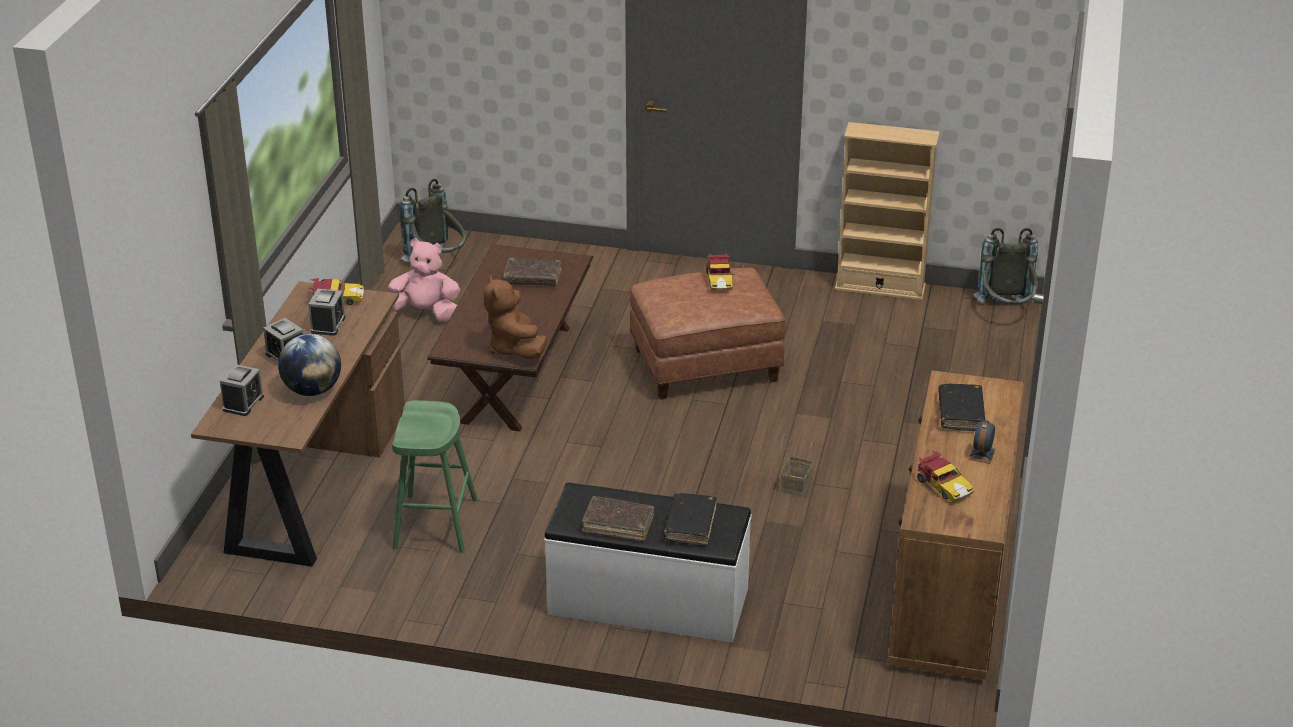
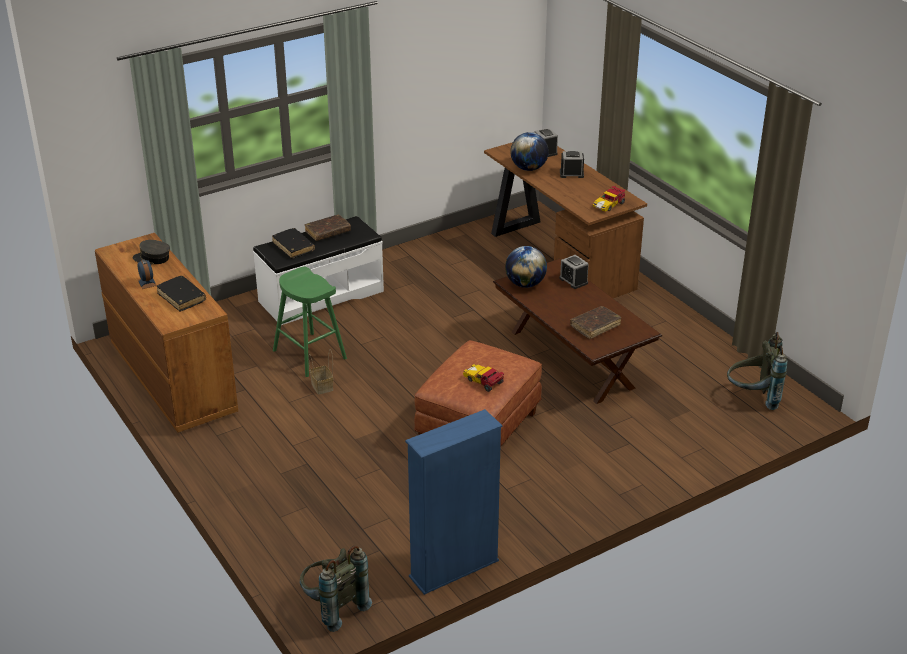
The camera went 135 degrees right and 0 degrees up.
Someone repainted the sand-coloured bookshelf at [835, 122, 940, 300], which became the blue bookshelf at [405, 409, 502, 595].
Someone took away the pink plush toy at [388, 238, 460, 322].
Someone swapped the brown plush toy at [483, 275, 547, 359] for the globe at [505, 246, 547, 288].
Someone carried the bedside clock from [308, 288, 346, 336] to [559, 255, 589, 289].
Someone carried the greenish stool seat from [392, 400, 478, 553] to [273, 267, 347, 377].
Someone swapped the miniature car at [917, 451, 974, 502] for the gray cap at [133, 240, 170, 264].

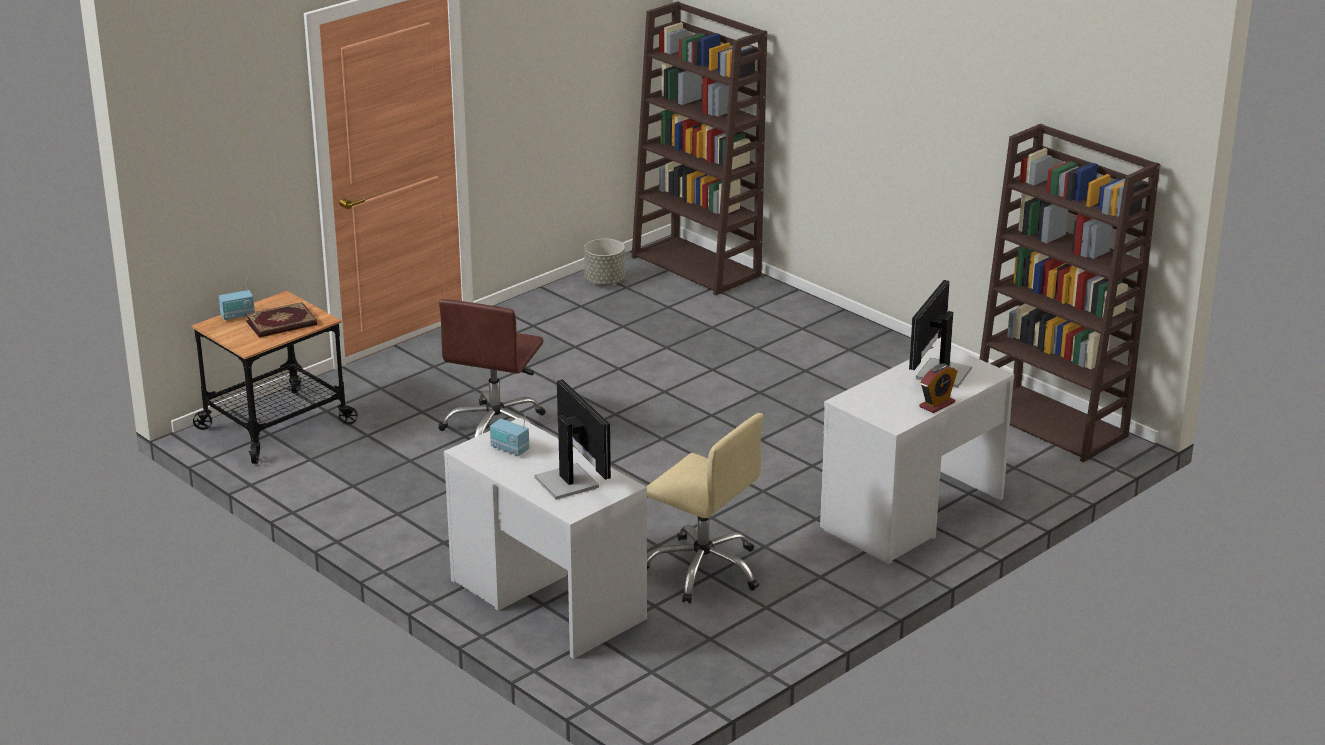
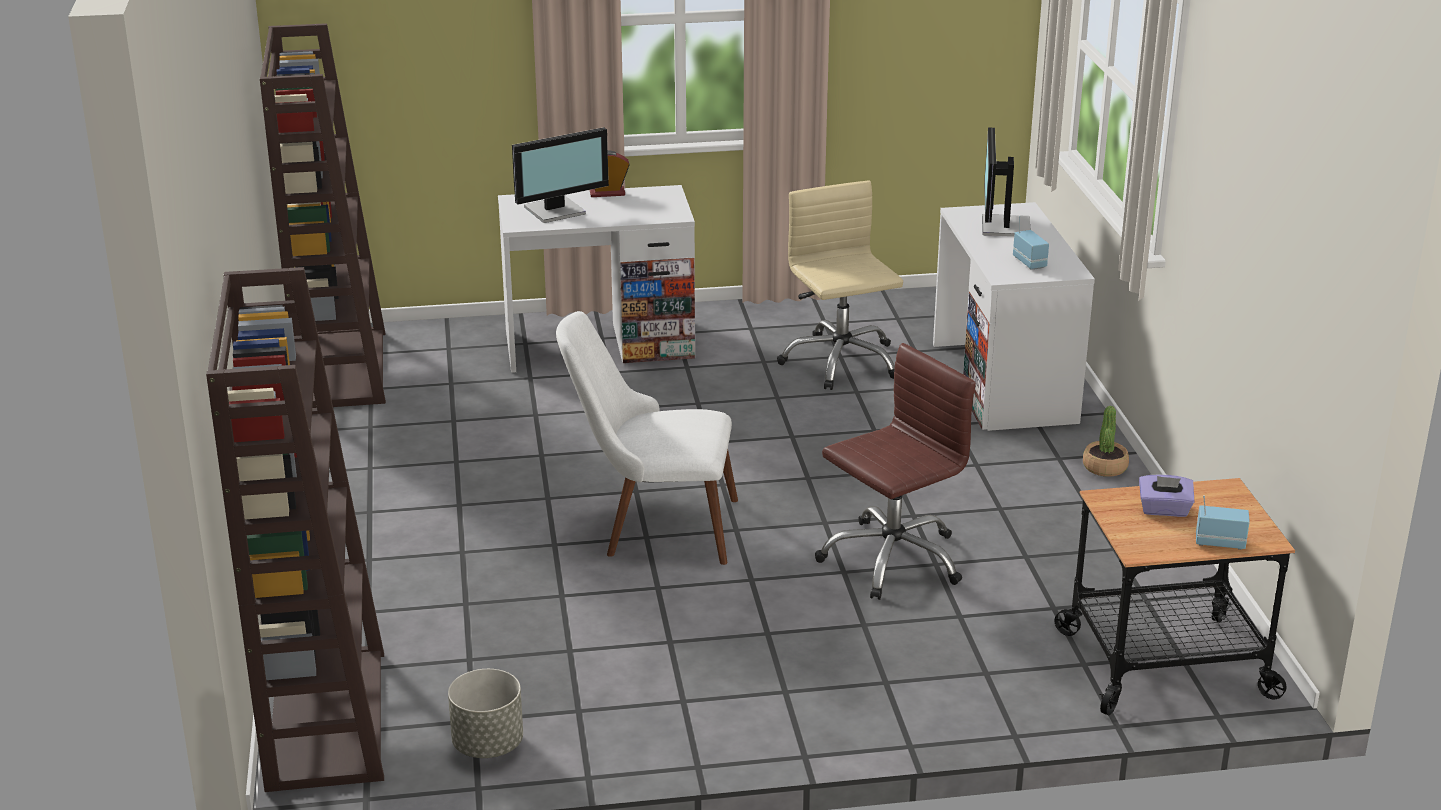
The camera went 145 degrees left and 0 degrees up.
Someone swapped the volume at [245, 302, 317, 338] for the purple tissue box at [1139, 475, 1195, 517].
Someone put down the white upright chair at [556, 311, 738, 565].
Someone put down the potted plant at [1083, 406, 1129, 477].

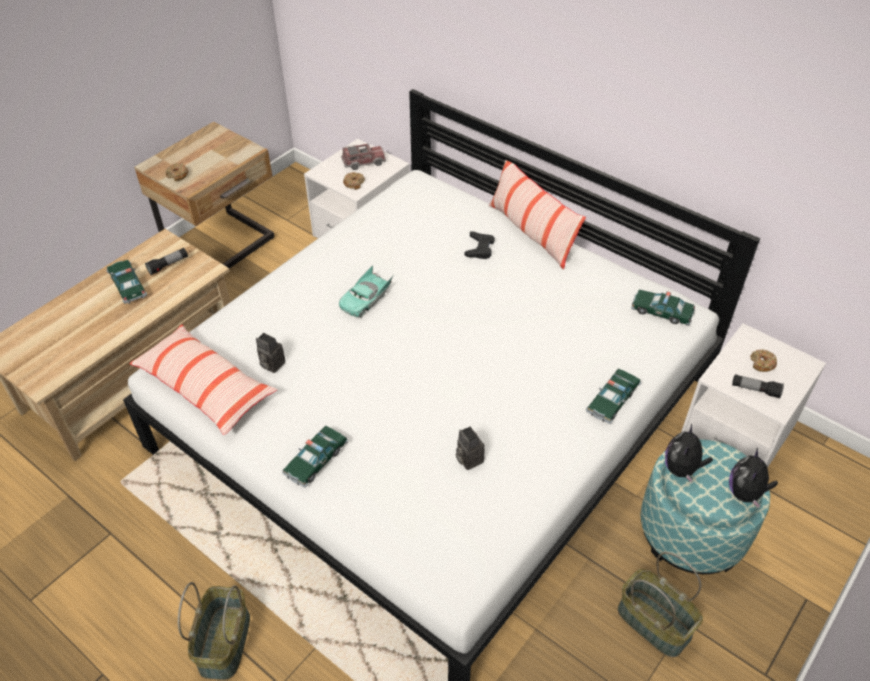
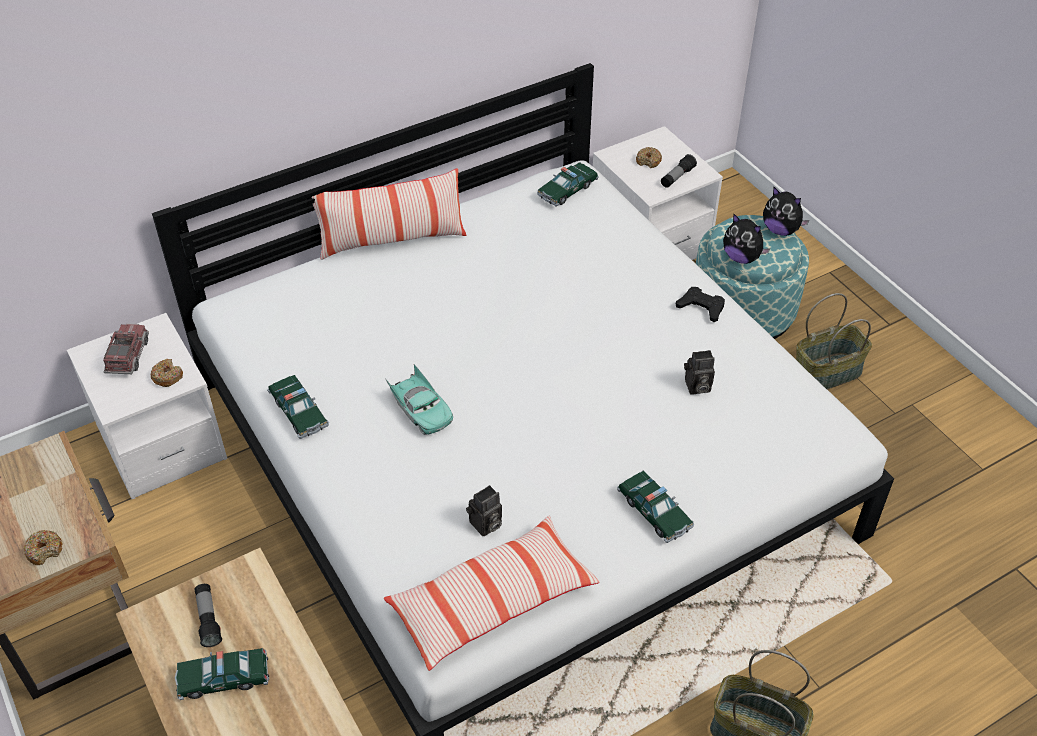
The camera went 70 degrees left and 0 degrees up.
Someone carried the blackish gamepad from [465, 231, 495, 259] to [676, 287, 725, 322].
Someone carried the miniature car from [586, 369, 641, 424] to [267, 375, 329, 439].

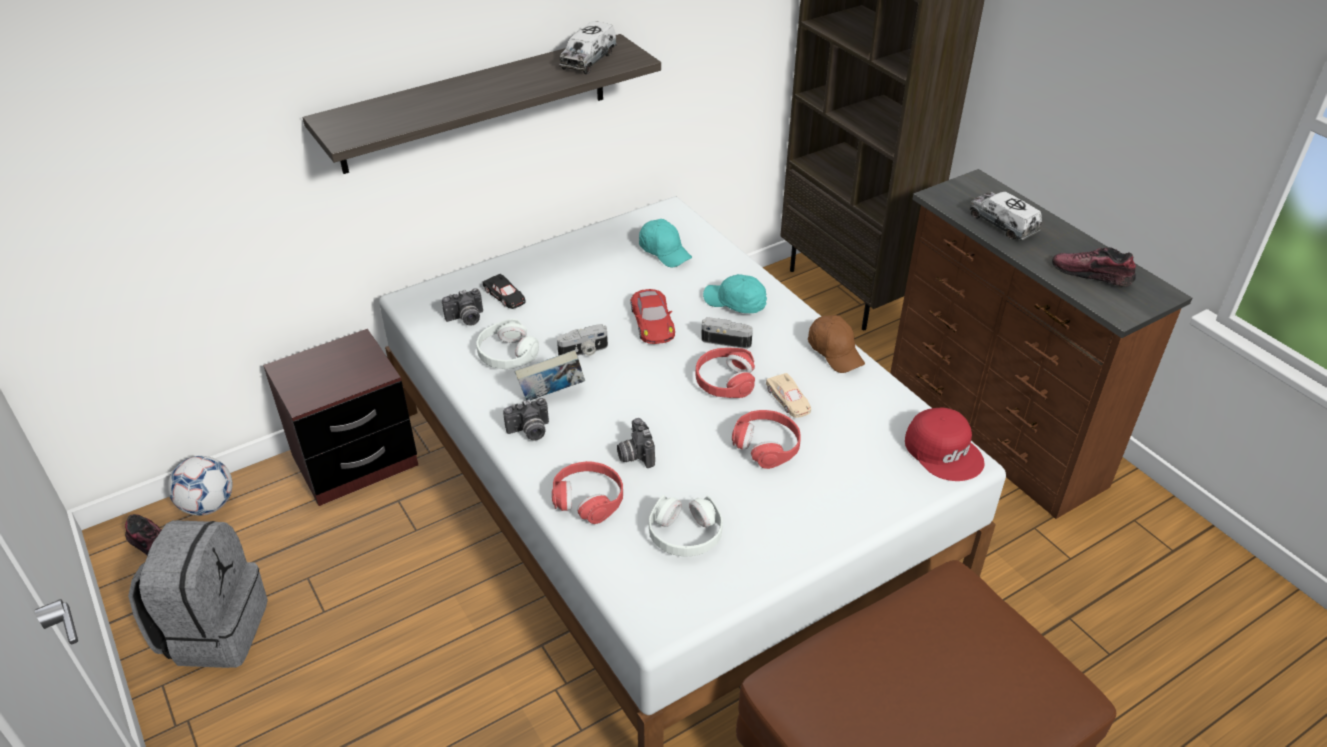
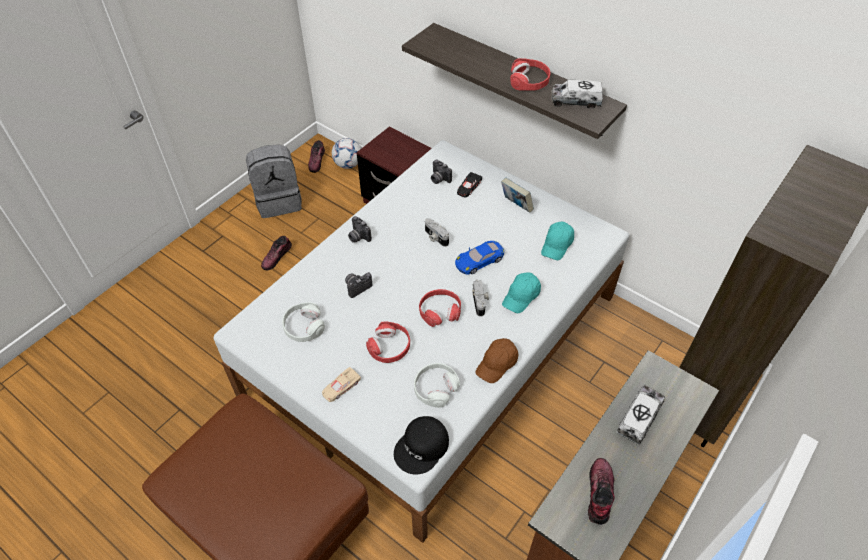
The camera went 70 degrees right and 10 degrees up.
Someone rotated the turquoise cap at [703, 274, 767, 313] by 150 degrees counterclockwise.
Someone repainted the red miniature car at [630, 289, 675, 344], which became the blue miniature car at [455, 241, 504, 274].
Someone carried the white headset from [476, 319, 539, 369] to [414, 363, 460, 408].
Someone carried the volume from [515, 350, 585, 400] to [501, 178, 534, 213].
Someone carried the sand-coloured miniature car from [766, 373, 811, 418] to [322, 367, 361, 402].
Someone repainted the red cap at [905, 408, 985, 481], which became the blackish cap at [394, 416, 449, 474].
Someone carried the red headset from [552, 461, 623, 524] to [510, 58, 551, 91].
Someone put down the item of footwear at [261, 236, 292, 271].

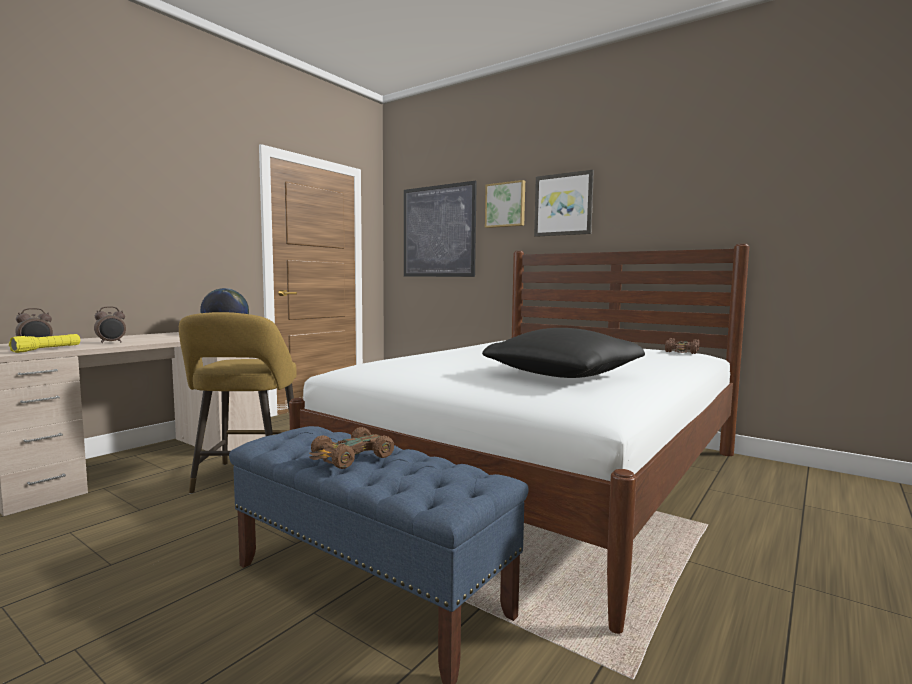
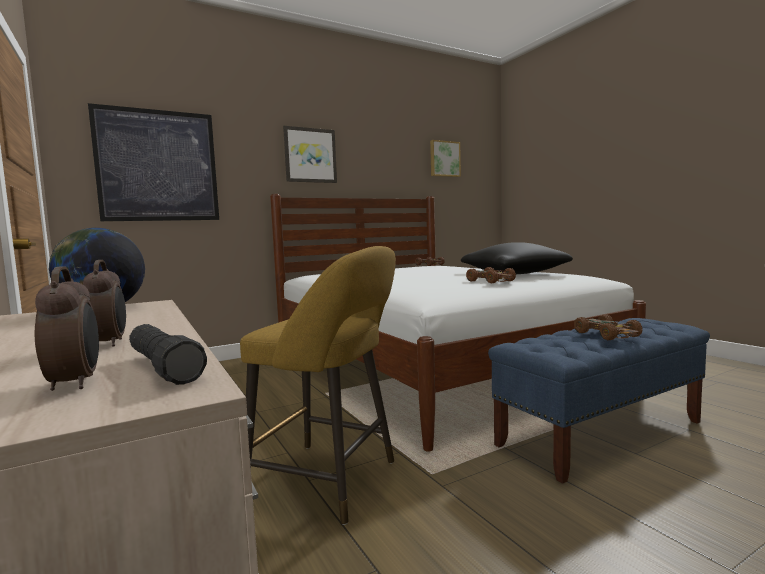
The camera went 65 degrees left and 0 degrees up.
Someone carried the picture from [485, 180, 525, 228] to [430, 140, 461, 177].
Someone repainted the yellow torch at [9, 334, 80, 353], which became the blackish torch at [129, 324, 207, 385].
Someone put down the brown miniature car at [466, 267, 516, 283].

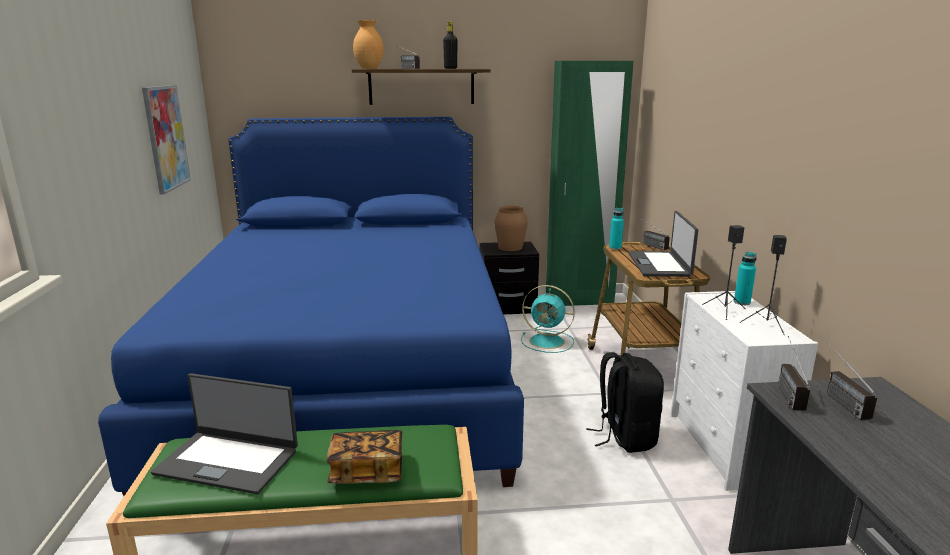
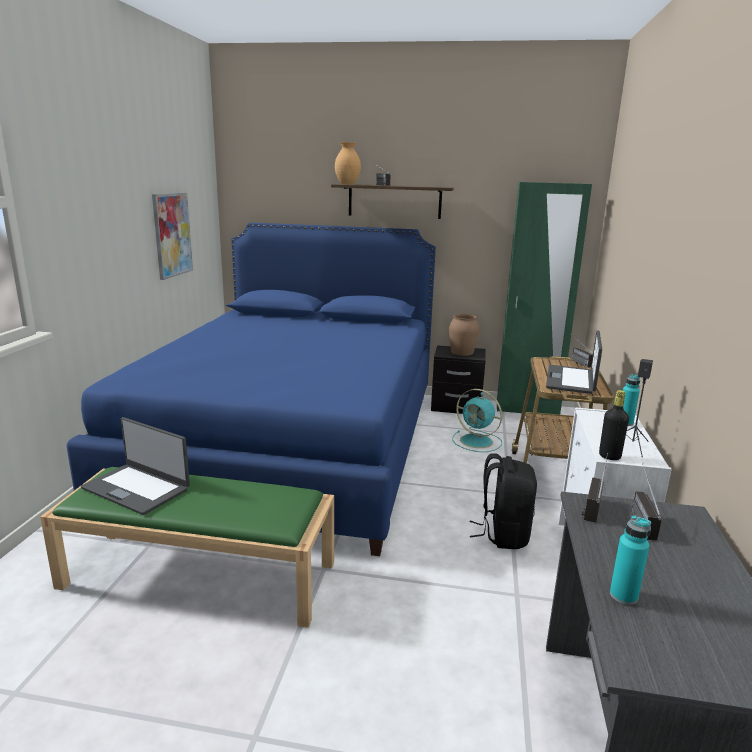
The camera went 15 degrees right and 0 degrees up.
Someone carried the blackish drink bottle from [443, 22, 457, 69] to [599, 390, 629, 460].
Someone carried the turquoise drink bottle from [609, 208, 624, 250] to [610, 515, 651, 605].
Someone took away the blackish loudspeaker at [702, 225, 746, 320].
Someone took away the volume at [326, 430, 402, 484].

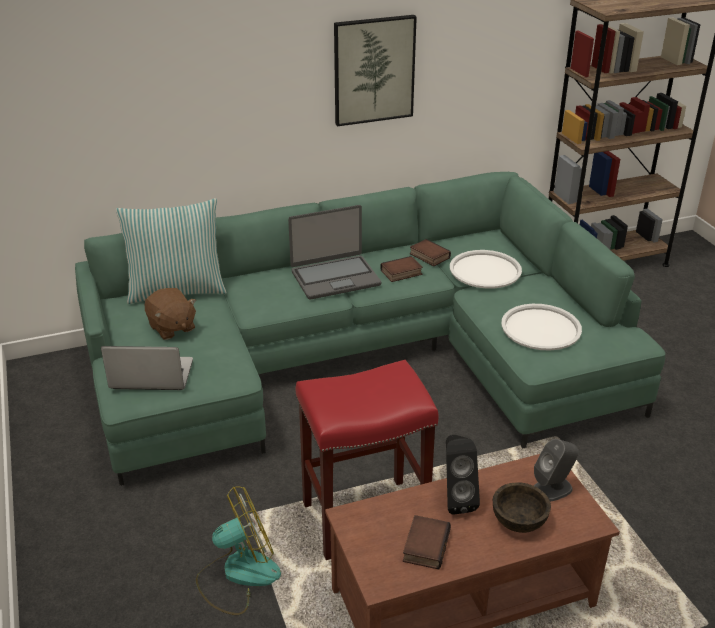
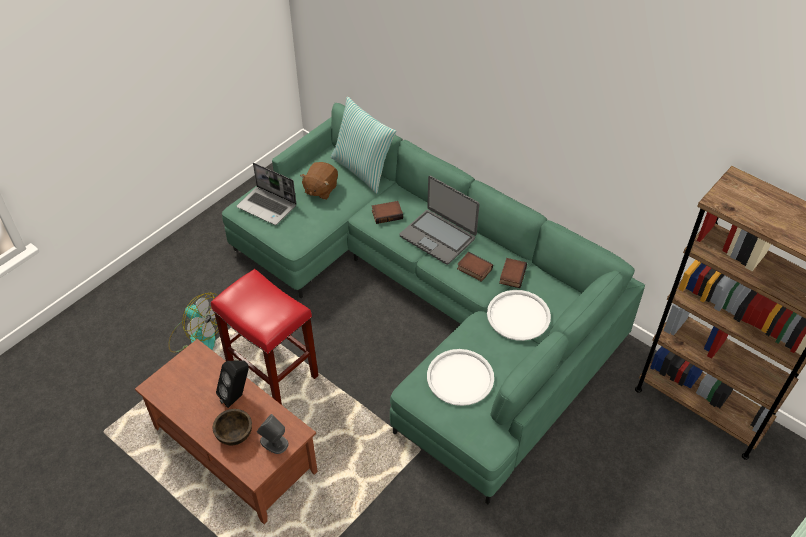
The camera went 60 degrees right and 15 degrees up.
Someone took away the picture at [334, 15, 417, 126].
Someone rotated the laptop at [101, 346, 193, 390] by 150 degrees clockwise.
Someone carried the volume from [403, 515, 451, 569] to [372, 201, 403, 224].

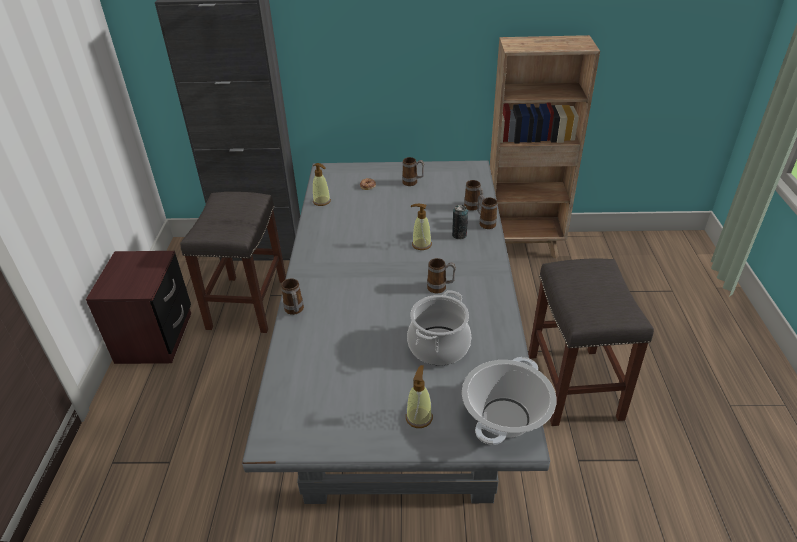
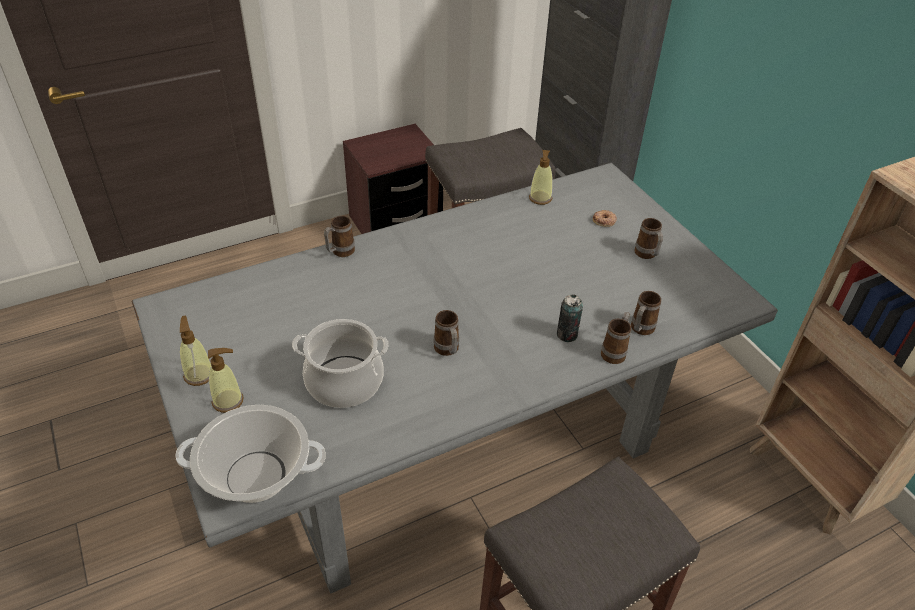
The camera went 60 degrees right and 5 degrees up.
Someone carried the liquid soap bottle from [411, 204, 432, 250] to [180, 315, 212, 386].

